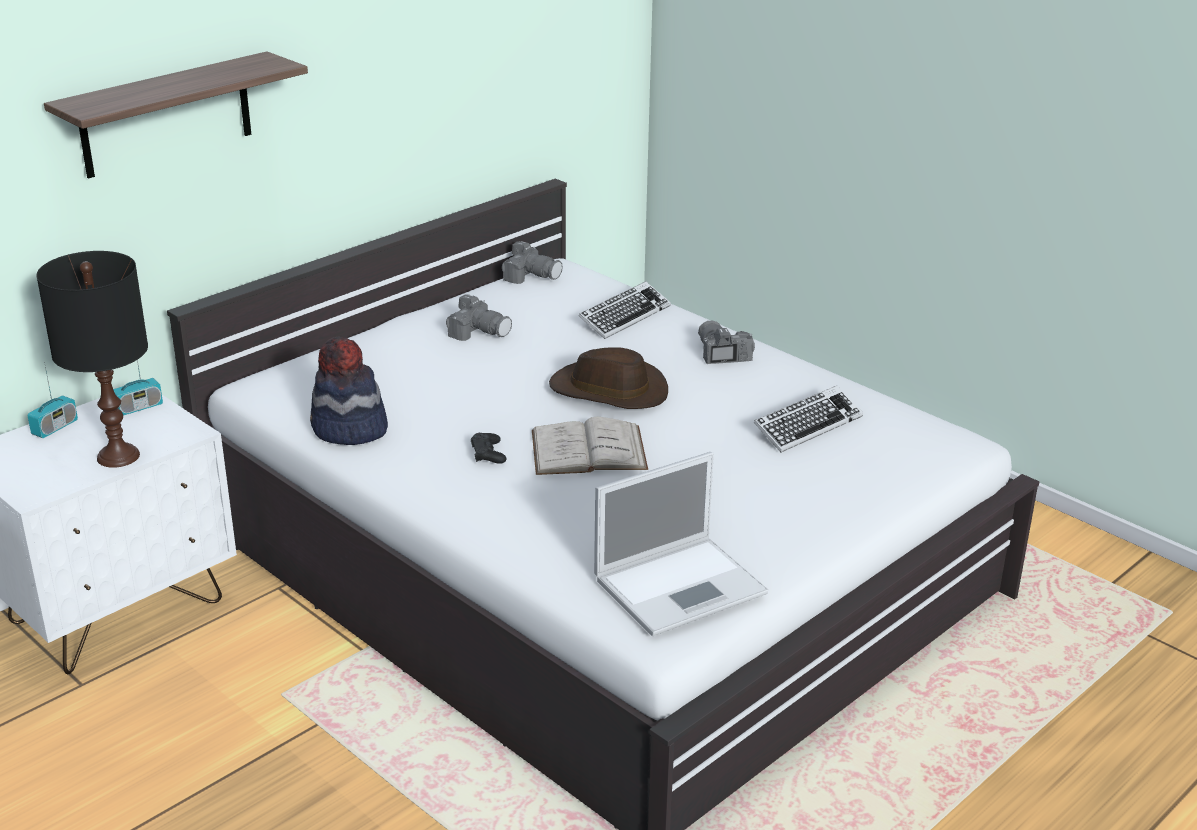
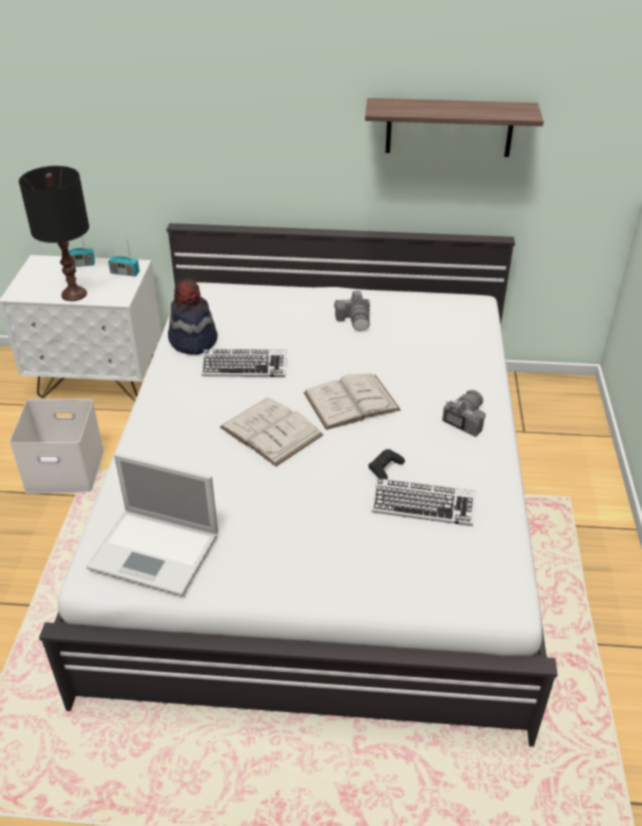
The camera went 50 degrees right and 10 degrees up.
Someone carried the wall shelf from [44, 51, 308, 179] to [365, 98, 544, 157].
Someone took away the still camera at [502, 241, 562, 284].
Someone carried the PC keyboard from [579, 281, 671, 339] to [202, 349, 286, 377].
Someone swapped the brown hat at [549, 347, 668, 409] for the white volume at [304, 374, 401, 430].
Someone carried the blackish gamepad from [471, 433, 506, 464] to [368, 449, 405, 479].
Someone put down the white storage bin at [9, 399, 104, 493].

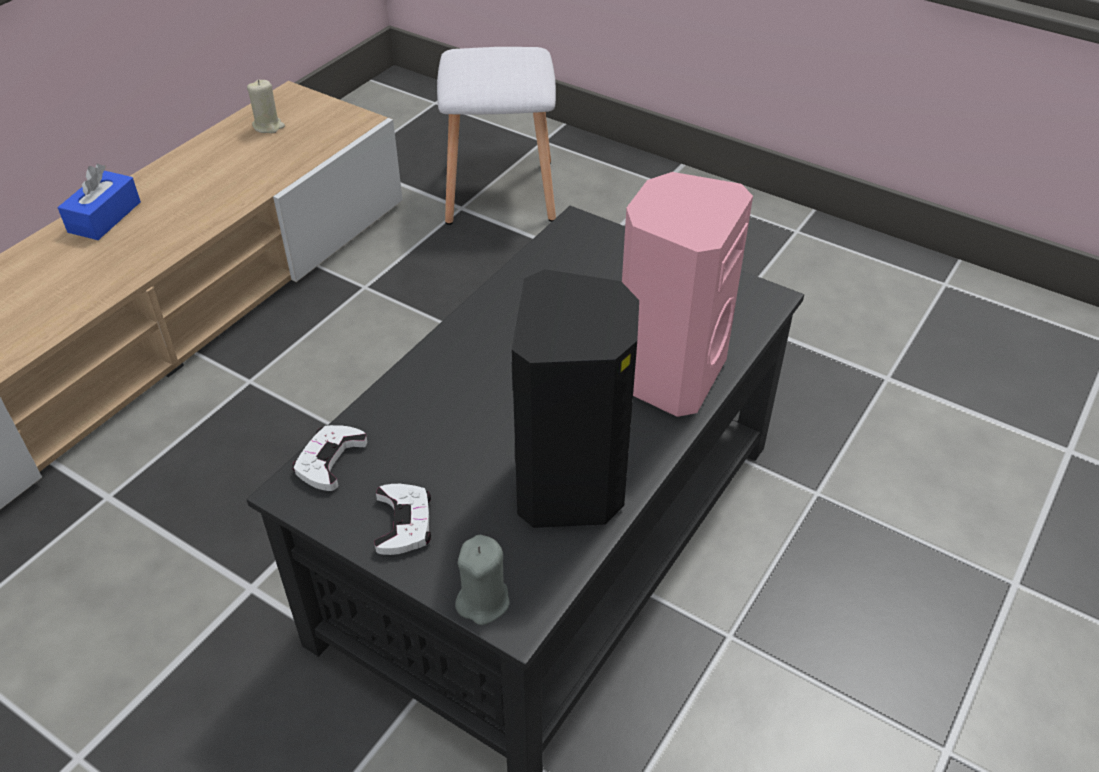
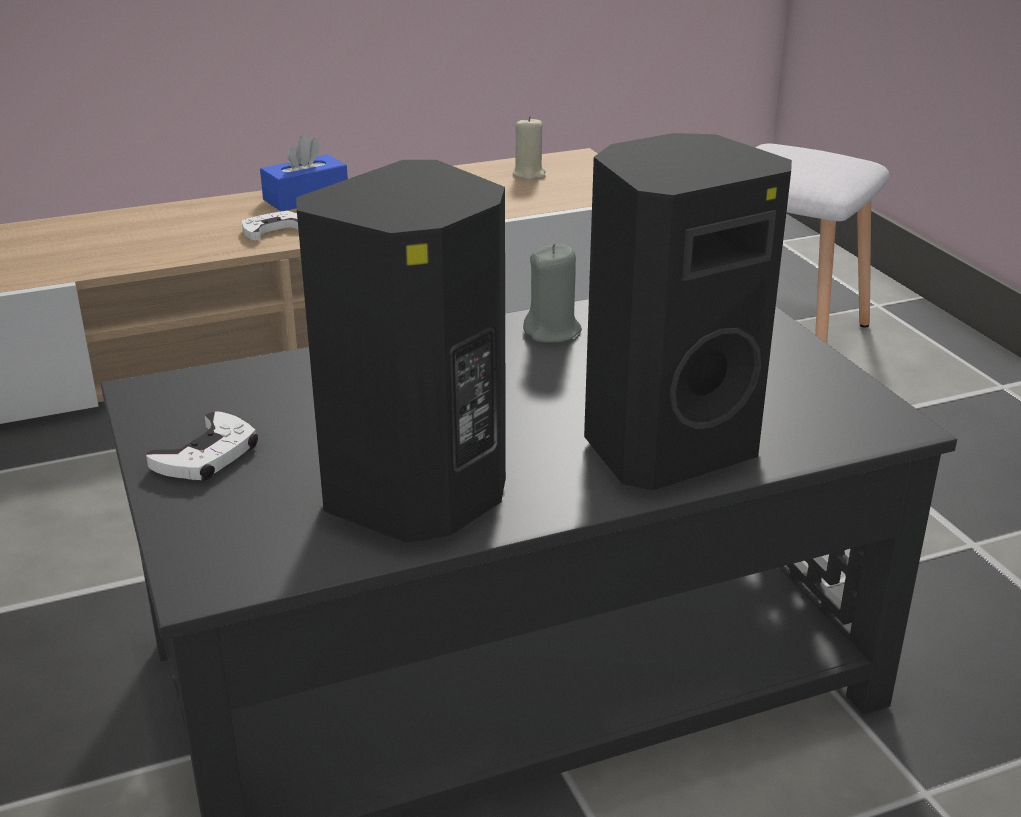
The camera went 35 degrees right and 15 degrees down.
Someone repainted the pink loudspeaker at [622, 172, 753, 417], which became the blackish loudspeaker at [584, 133, 792, 490].
Someone carried the white gamepad from [292, 425, 367, 491] to [242, 211, 298, 240].
Someone carried the gray candle from [455, 535, 510, 625] to [523, 244, 582, 343].

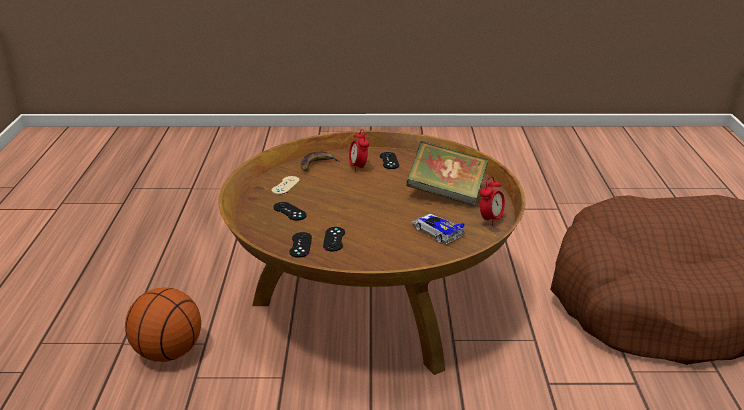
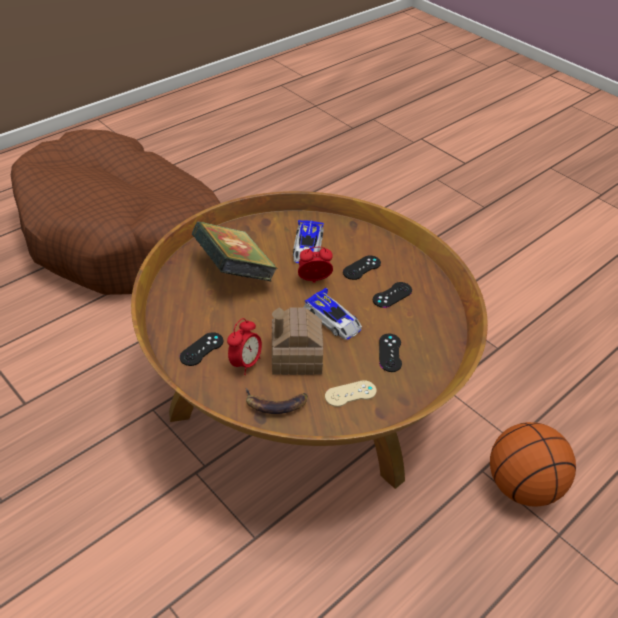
The camera went 135 degrees left and 15 degrees up.
Someone carried the bedside clock from [480, 176, 505, 226] to [298, 247, 333, 283].
Someone carried the blackish gamepad from [289, 232, 312, 258] to [343, 255, 381, 280].
Someone put down the miniature car at [304, 288, 362, 340].
Someone put down the model house at [272, 307, 323, 375].

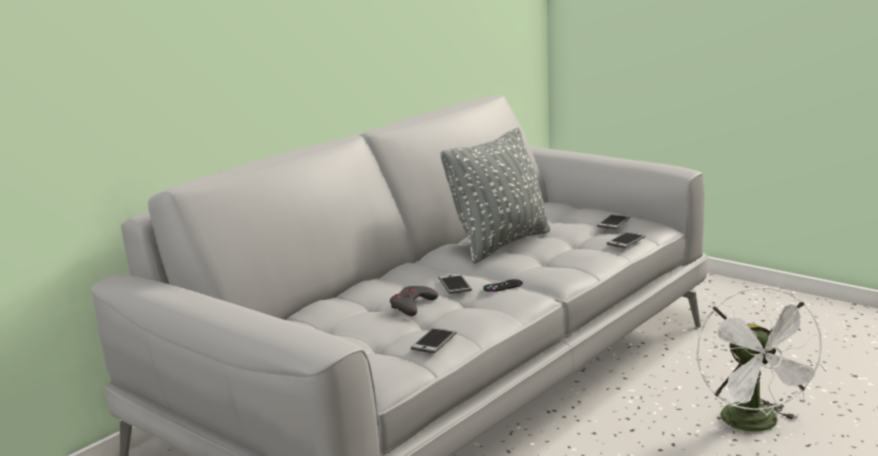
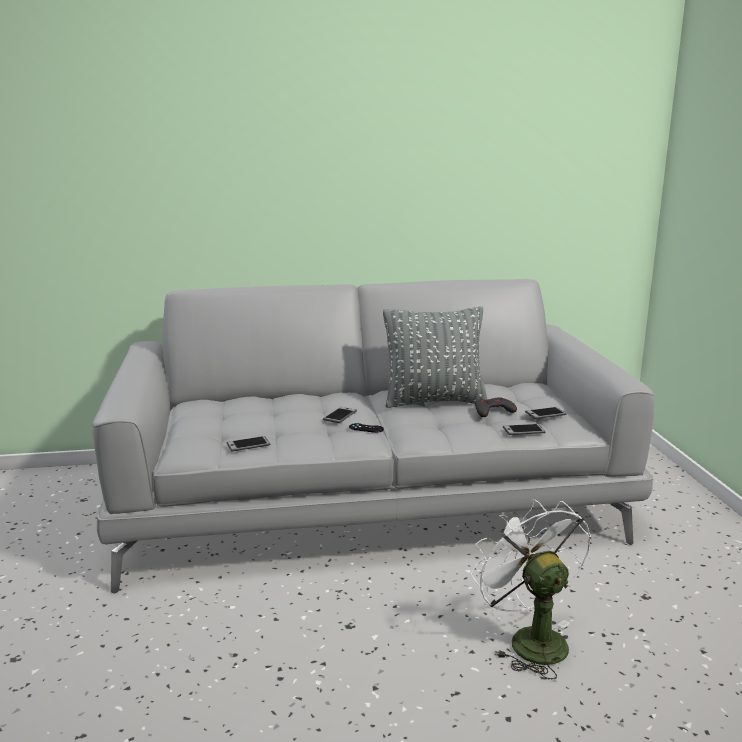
The camera went 40 degrees right and 0 degrees up.
Someone carried the gray gamepad from [390, 286, 438, 316] to [475, 397, 517, 417].
Someone rotated the white fan at [696, 286, 828, 433] by 120 degrees clockwise.

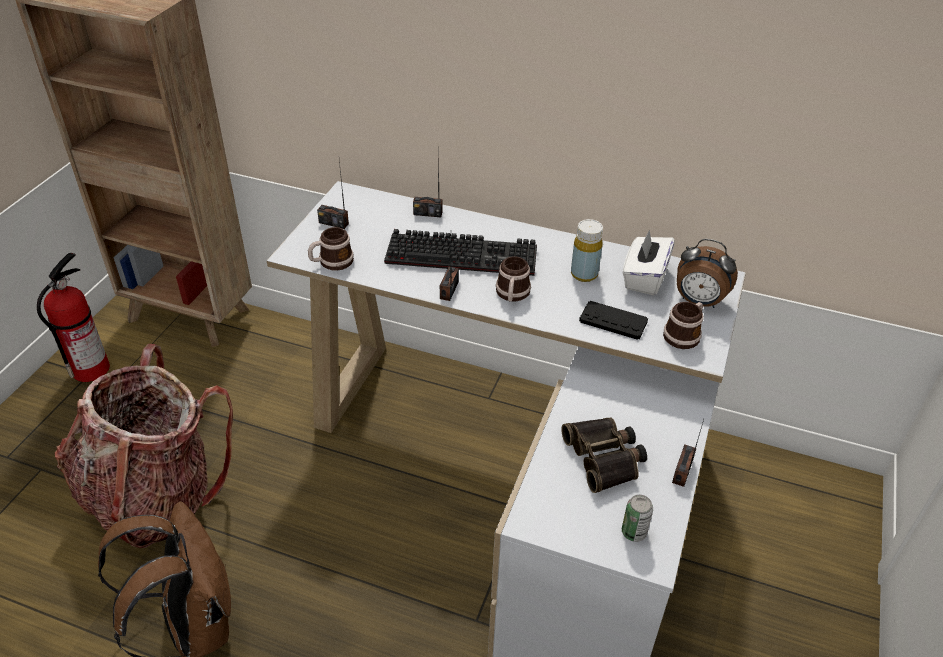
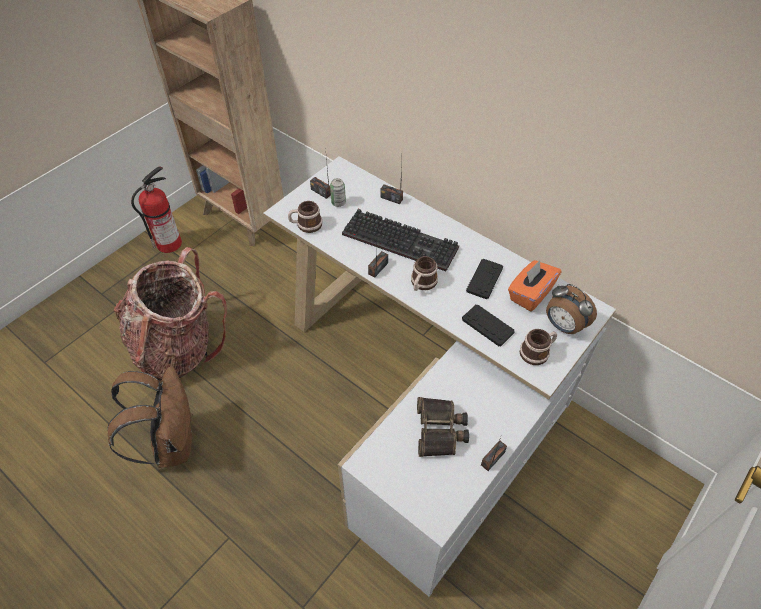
The camera went 20 degrees right and 10 degrees up.
Someone swapped the yellow drink bottle at [571, 219, 603, 282] for the blackish gamepad at [466, 259, 503, 299].
Someone repainted the white tissue box at [623, 230, 675, 295], which became the orange tissue box at [508, 260, 561, 312].
Someone carried the sealed can from [622, 495, 653, 542] to [330, 178, 346, 207].

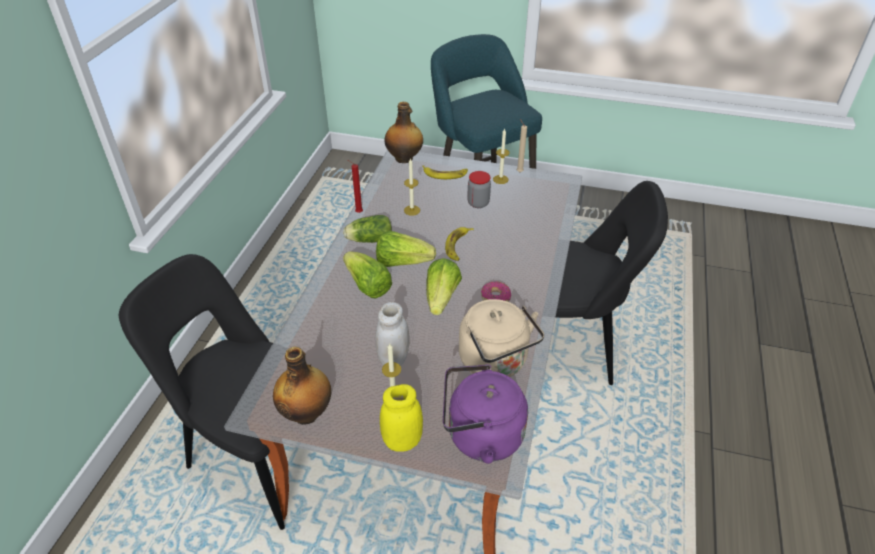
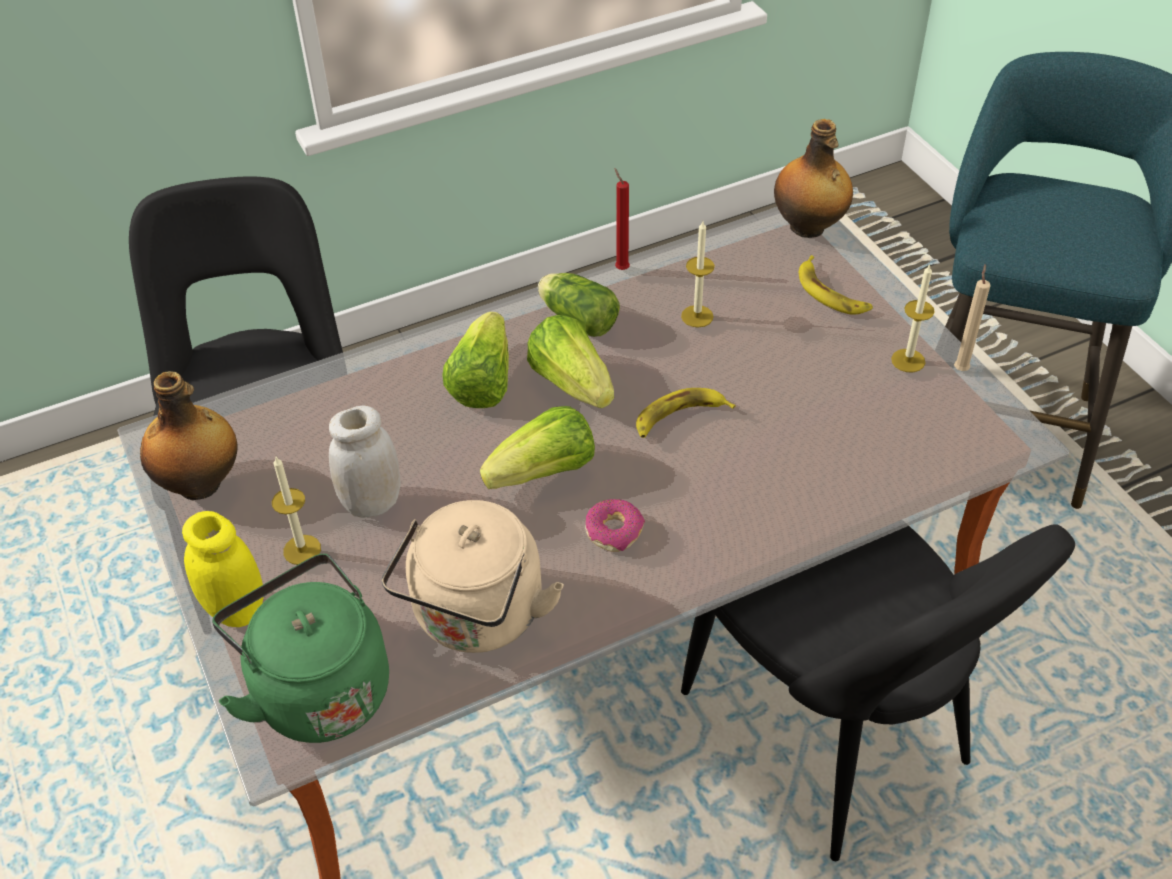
The camera went 50 degrees right and 5 degrees up.
Someone took away the storage jar at [467, 171, 491, 208].
Someone repainted the purple kettle at [443, 364, 528, 464], which became the greenish kettle at [212, 554, 389, 743].

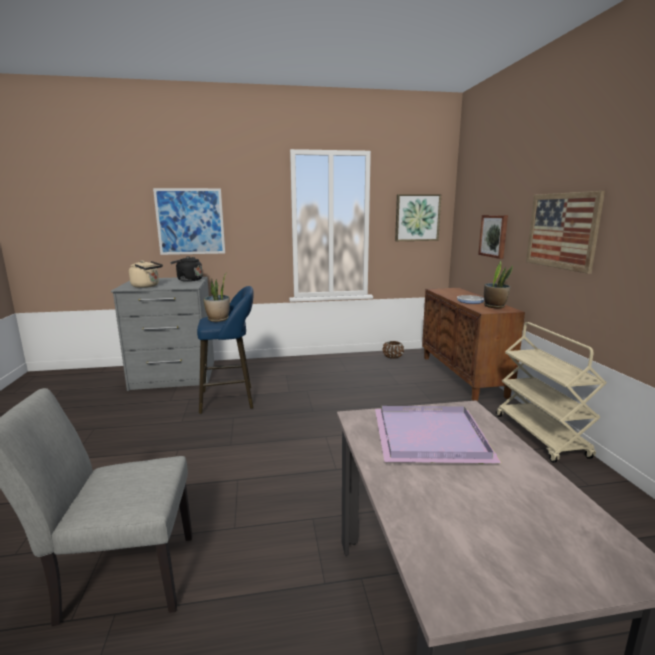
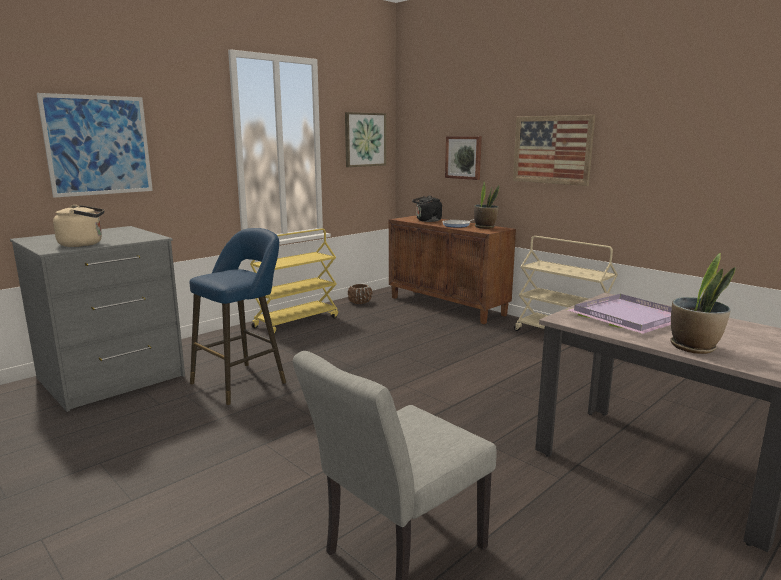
The camera went 35 degrees left and 0 degrees up.
Someone carried the blackish kettle from [170, 256, 203, 282] to [412, 196, 442, 222].
Someone carried the potted plant from [203, 274, 230, 322] to [670, 253, 736, 354].
Someone put down the yellow cart at [250, 229, 338, 334].

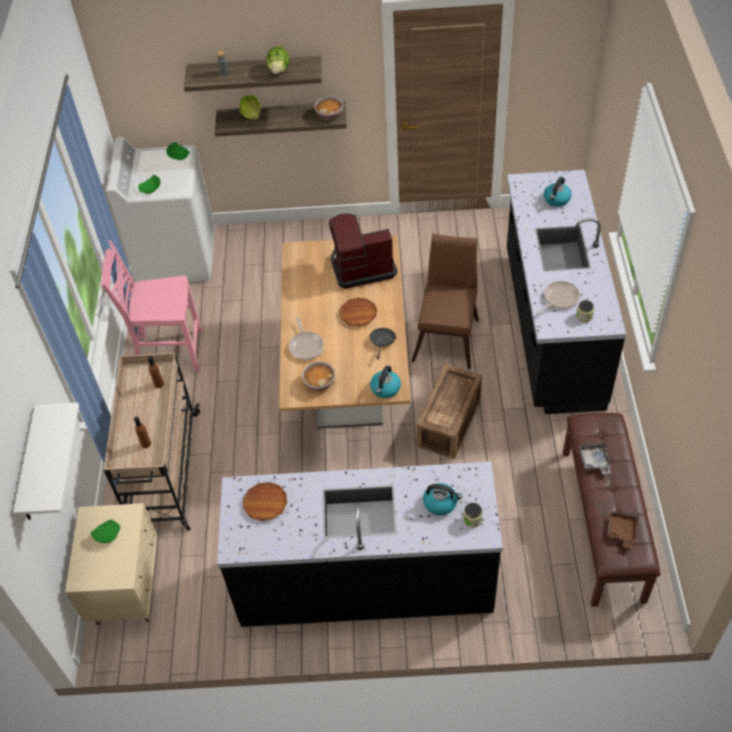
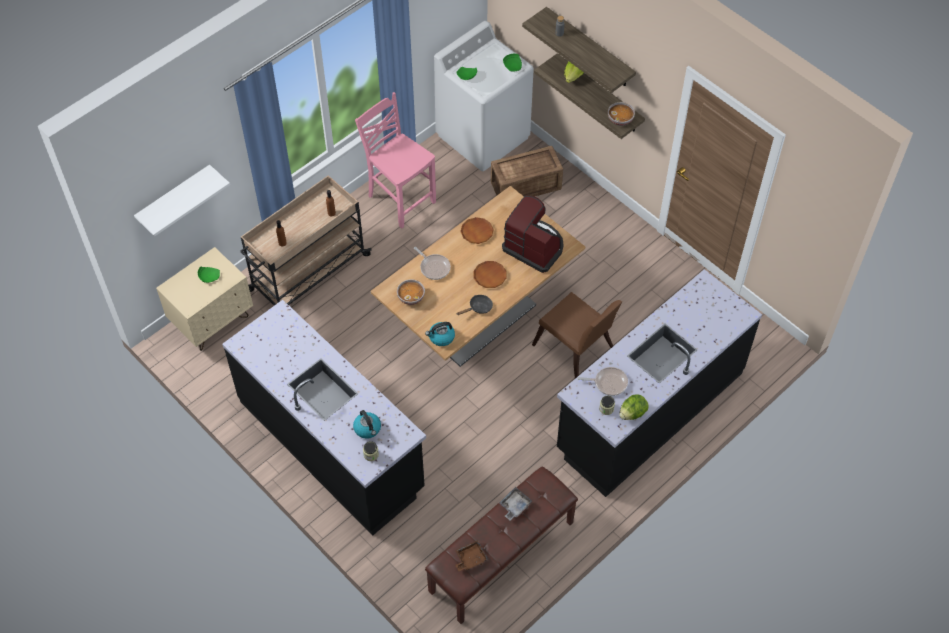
The camera went 45 degrees right and 5 degrees up.
Someone carried the lettuce head from [266, 46, 289, 74] to [619, 394, 649, 420].
Someone took away the kettle at [544, 177, 571, 207].
Someone rotated the brown upright chair at [412, 234, 479, 369] by 75 degrees clockwise.
Someone rotated the skillet at [289, 318, 324, 360] by 75 degrees counterclockwise.
Someone carried the packing crate from [417, 365, 482, 459] to [491, 146, 563, 197].
Someone carried the brown dinner plate from [243, 482, 287, 521] to [460, 217, 494, 244].

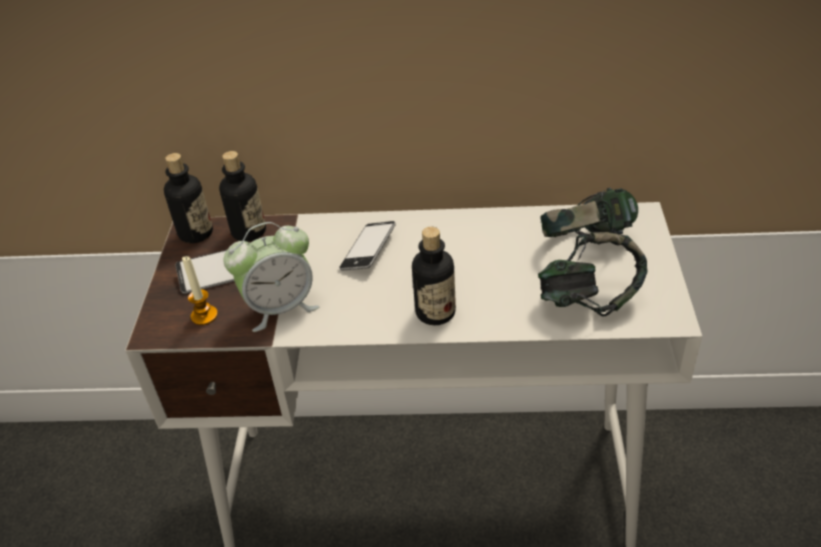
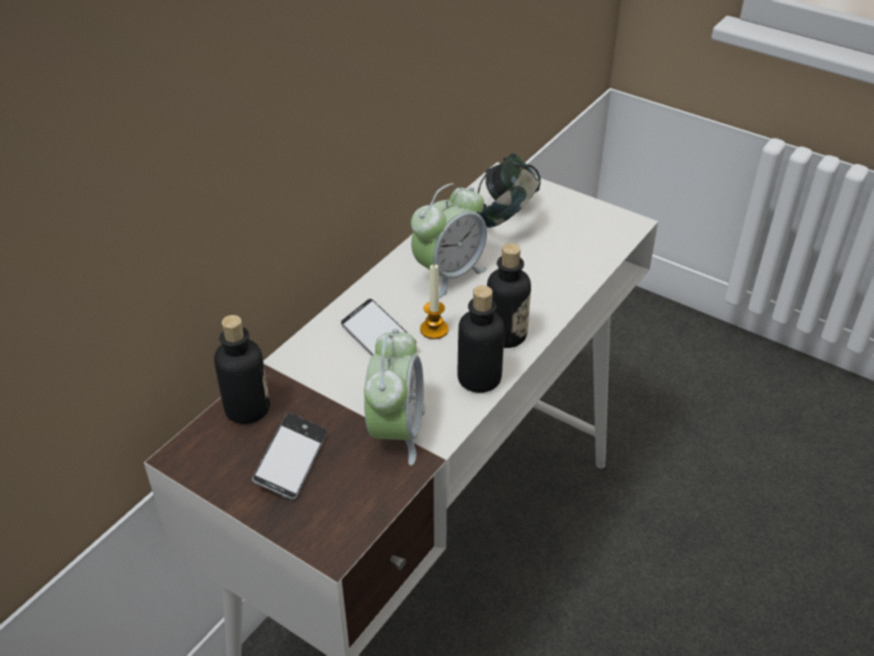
The camera went 60 degrees left and 0 degrees up.
Someone carried the drink bottle from [164, 153, 213, 243] to [457, 285, 505, 393].
Someone took away the headset at [538, 232, 647, 316].
Someone carried the candle from [182, 256, 218, 325] to [420, 264, 448, 339].
Someone put down the bedside clock at [411, 183, 487, 298].

